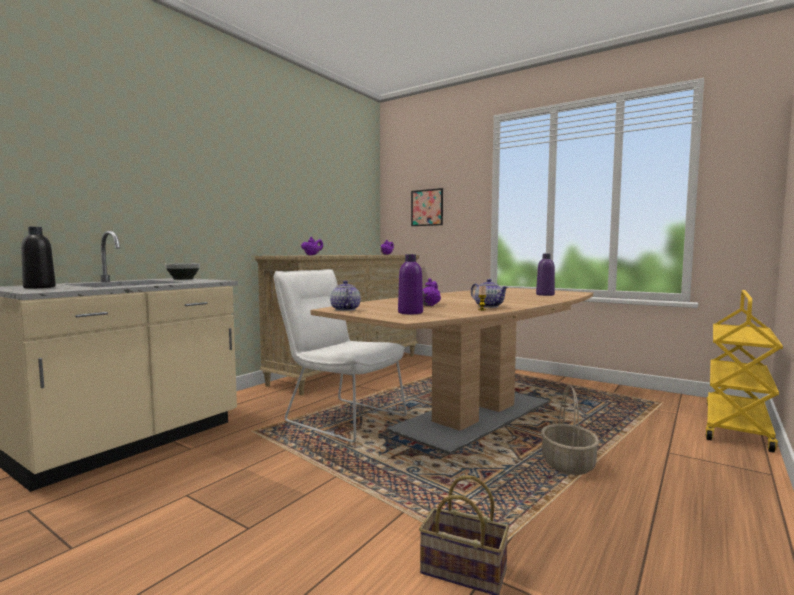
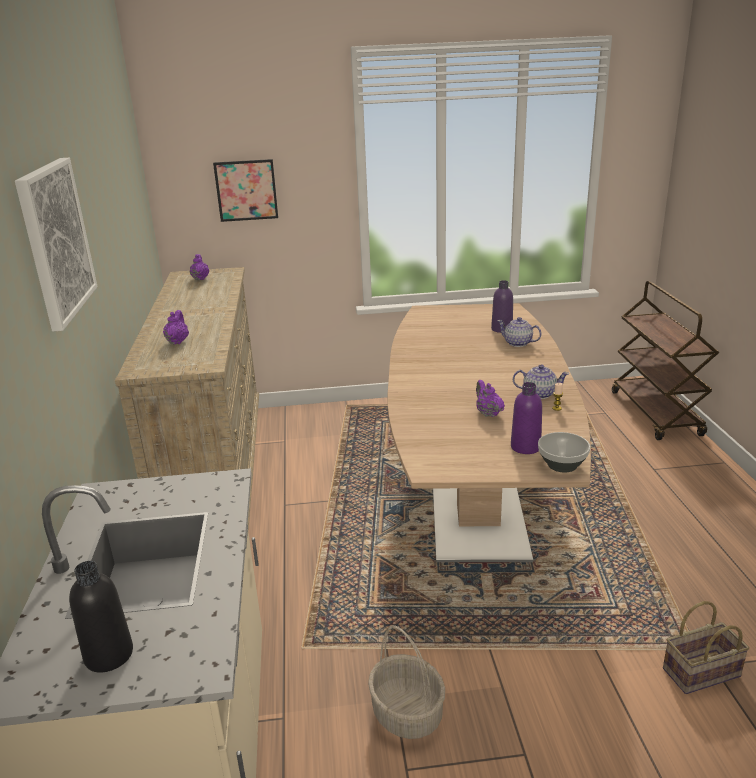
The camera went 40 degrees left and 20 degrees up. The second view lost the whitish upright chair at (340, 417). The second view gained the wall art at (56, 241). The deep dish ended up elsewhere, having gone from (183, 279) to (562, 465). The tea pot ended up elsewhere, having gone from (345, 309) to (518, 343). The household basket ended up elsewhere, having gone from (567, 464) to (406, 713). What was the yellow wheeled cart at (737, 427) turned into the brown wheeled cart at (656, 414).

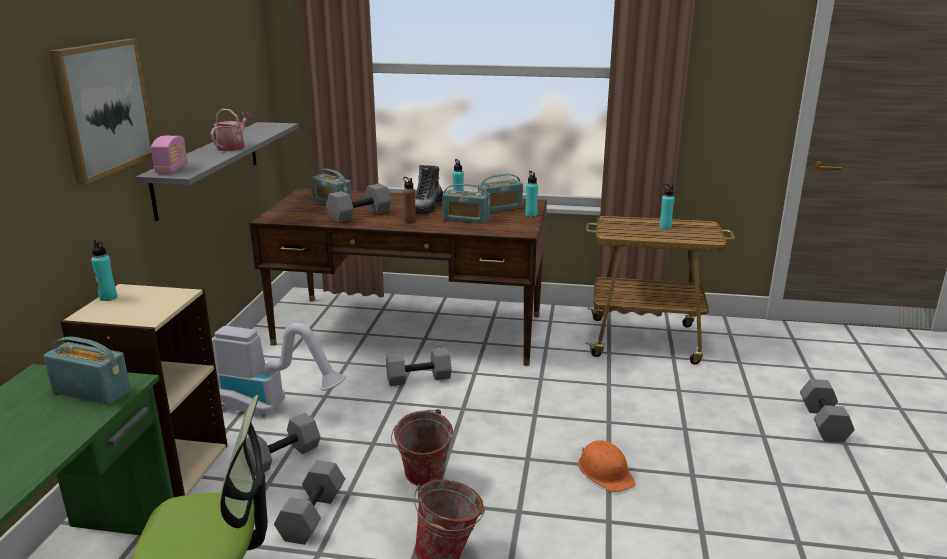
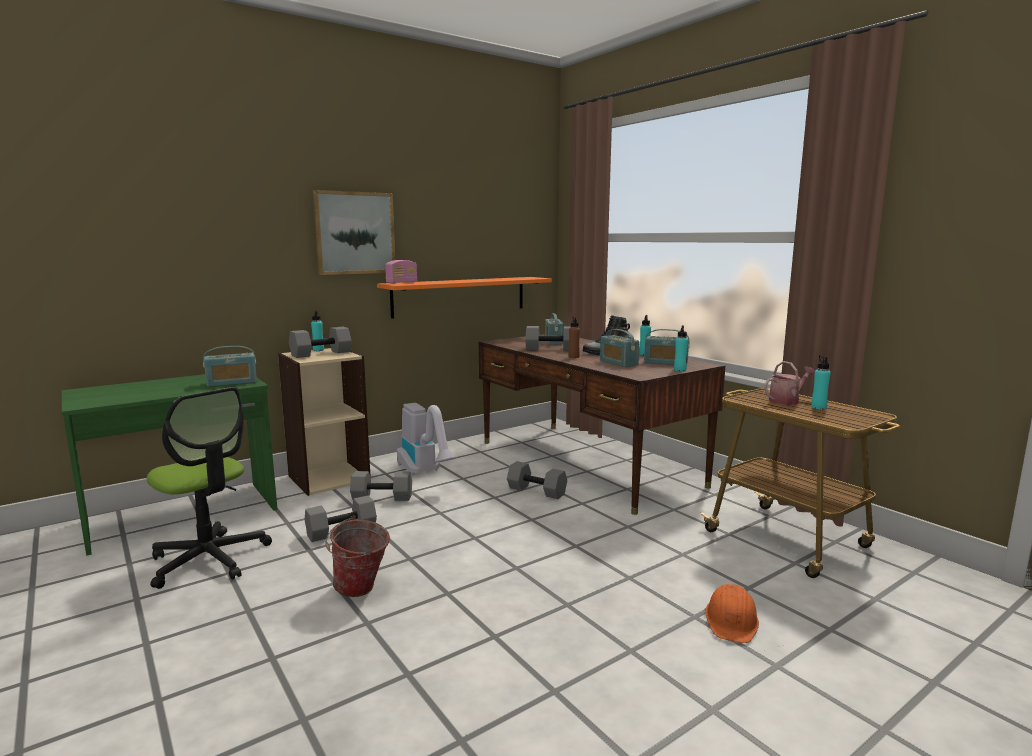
The camera went 45 degrees right and 10 degrees down. The second view lost the water bucket at (423, 481). The watering can ended up elsewhere, having gone from (233, 147) to (786, 401). The orangey work helmet ended up elsewhere, having gone from (605, 472) to (732, 621). The grey hand weight ended up elsewhere, having gone from (821, 422) to (321, 353). What was the grey wall shelf at (208, 167) turned into the orangey wall shelf at (460, 296). The radio at (92, 391) ended up facing another way, 90 degrees clockwise from before.

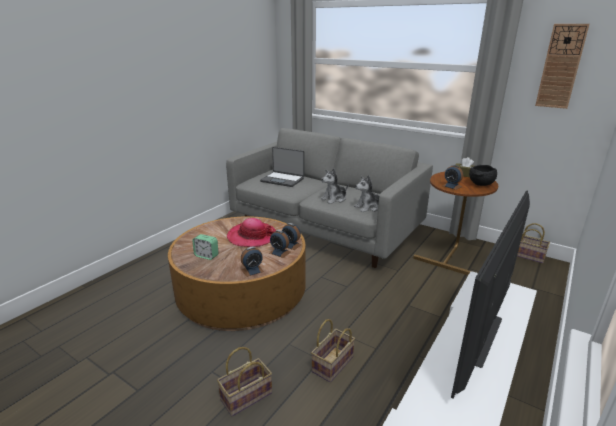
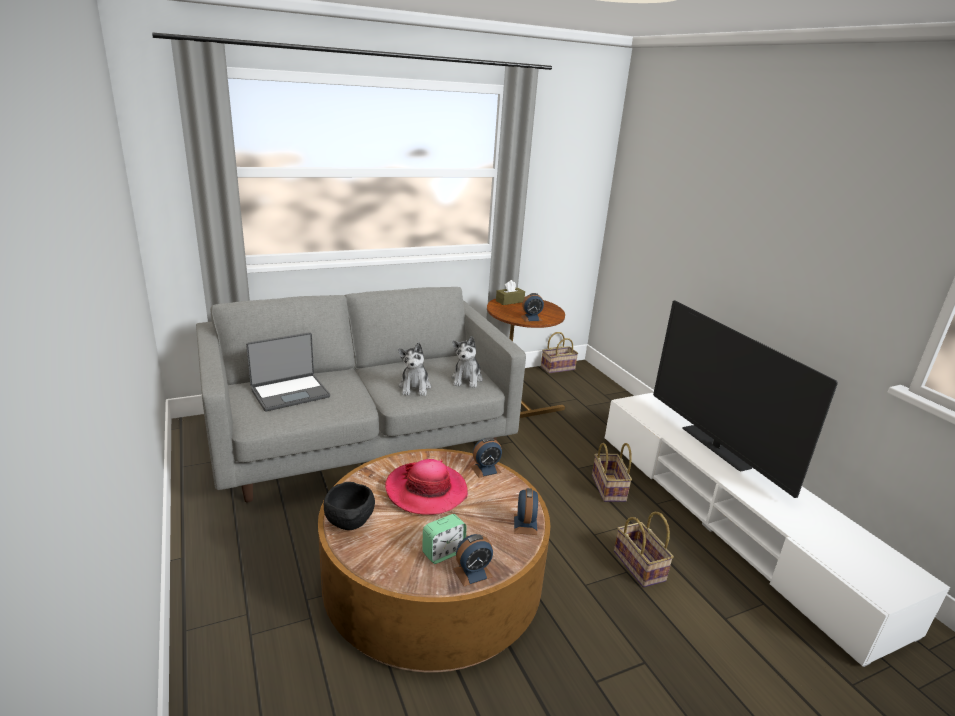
The camera went 60 degrees left and 0 degrees up. The second view lost the wall clock at (561, 67). The household basket ended up elsewhere, having gone from (245, 397) to (609, 488). The table clock ended up elsewhere, having gone from (280, 252) to (472, 573). The blackish deep dish ended up elsewhere, having gone from (480, 185) to (350, 523).

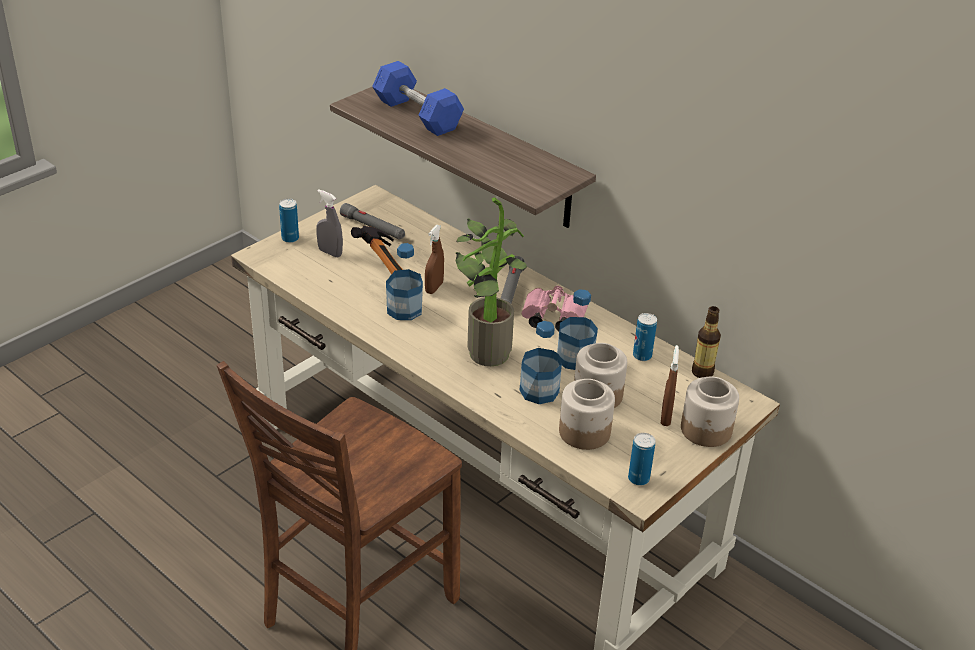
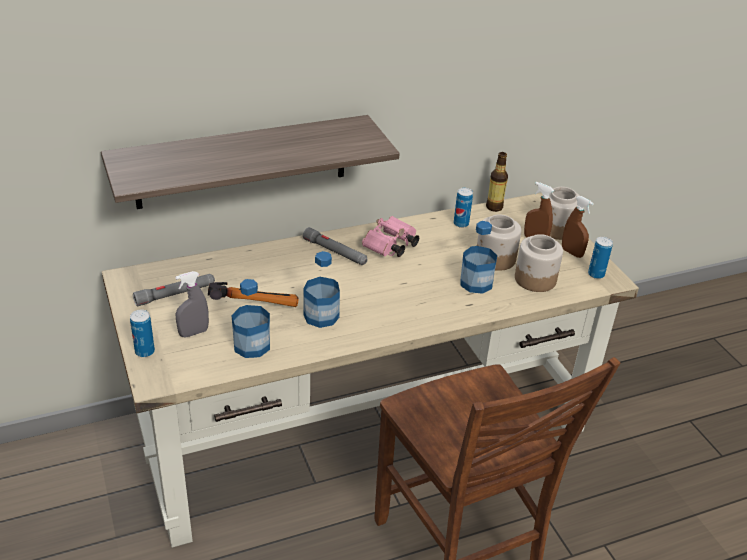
The camera went 65 degrees left and 0 degrees up. The second view lost the blue hand weight at (417, 115). The second view lost the potted plant at (484, 350). The brown hand sprayer ended up elsewhere, having gone from (434, 288) to (572, 252). The beverage bottle ended up elsewhere, having gone from (575, 358) to (252, 345).

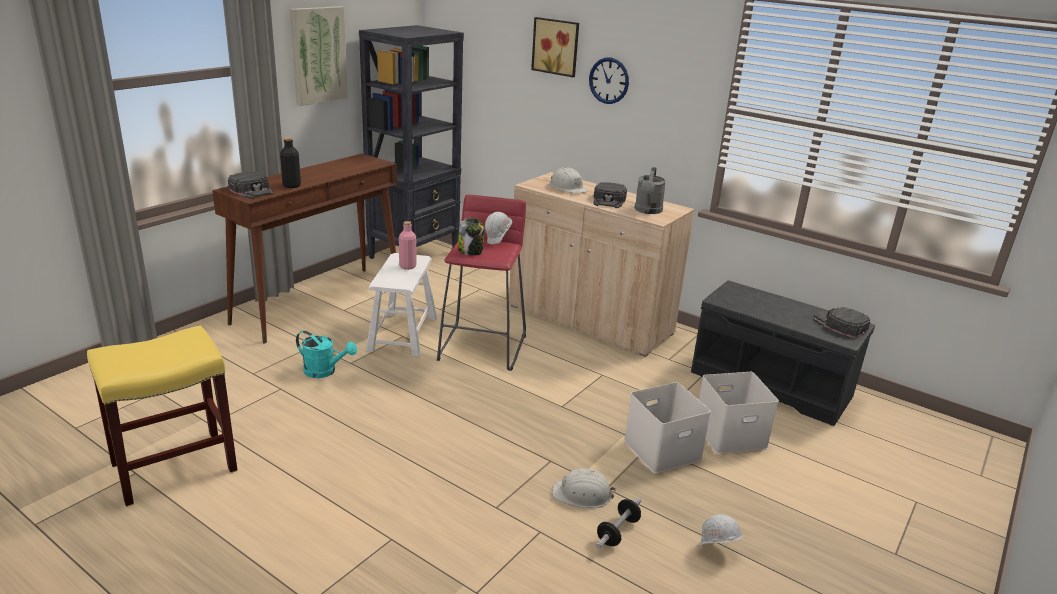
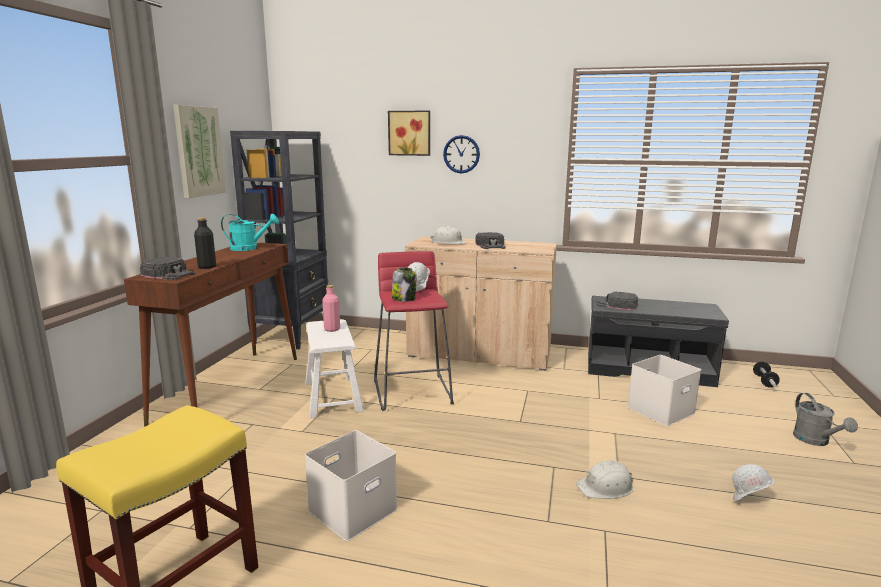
The camera went 20 degrees left and 10 degrees down. The blue-green watering can ended up elsewhere, having gone from (325, 371) to (249, 248). The hand weight ended up elsewhere, having gone from (618, 532) to (764, 381). The whitish storage container ended up elsewhere, having gone from (662, 449) to (353, 509). The grey watering can ended up elsewhere, having gone from (648, 211) to (815, 441). The blackish baseball cap ended up elsewhere, having gone from (840, 325) to (616, 305).

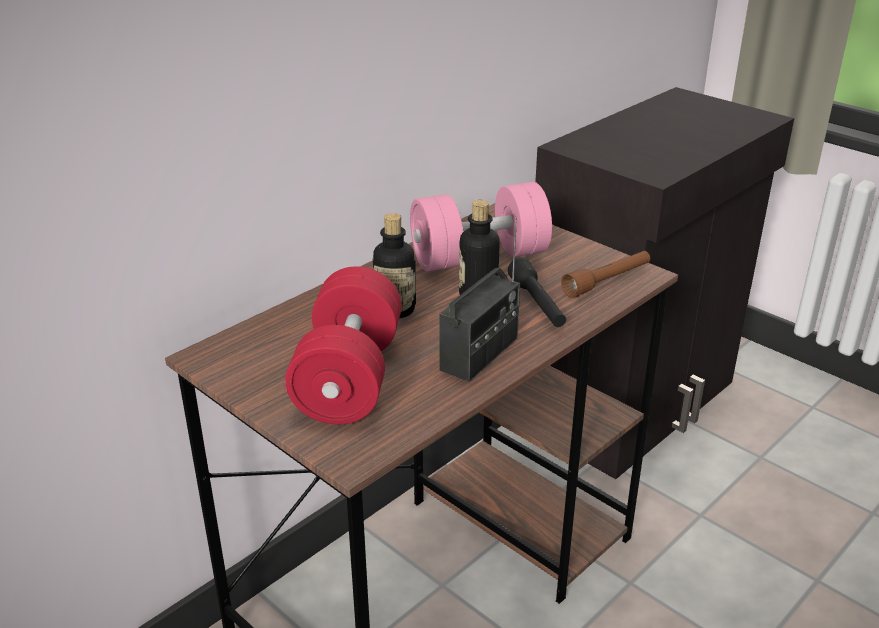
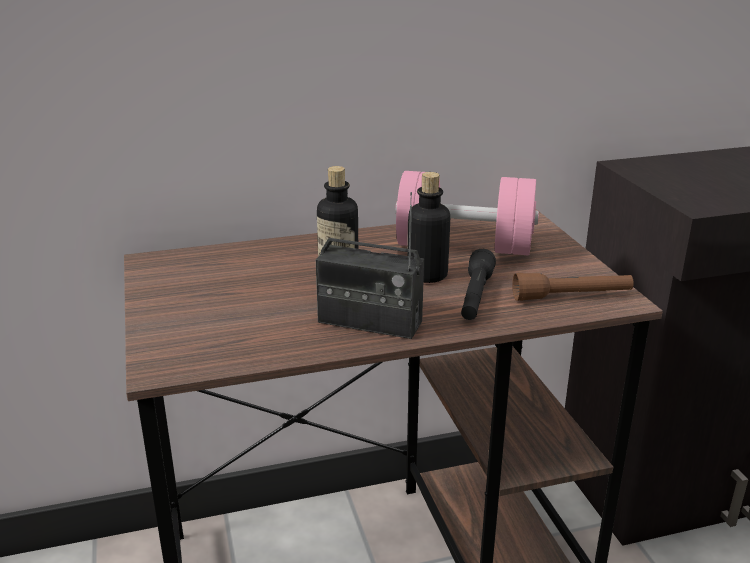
The camera went 30 degrees right and 5 degrees down. The second view lost the red hand weight at (349, 378). The radio at (480, 354) ended up facing another way, 45 degrees clockwise from before.

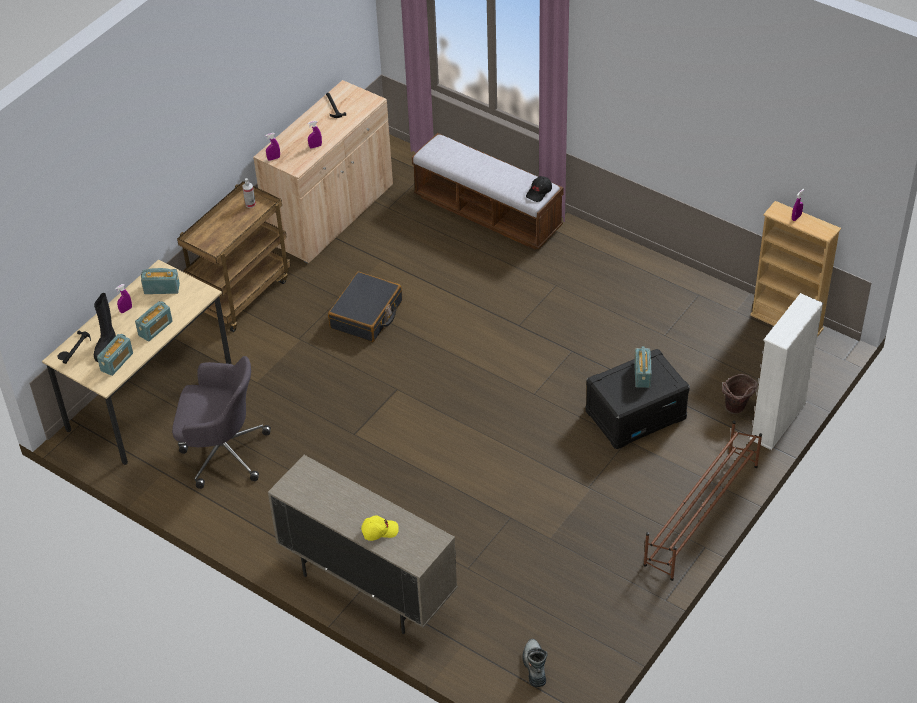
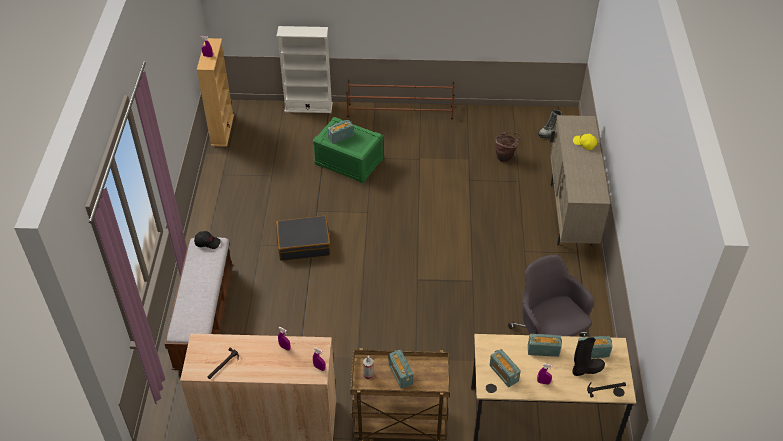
The camera went 125 degrees left and 0 degrees up. The second view gained the radio at (400, 374). The blackish travel case ended up elsewhere, having gone from (366, 315) to (304, 244). The brown water bucket ended up elsewhere, having gone from (736, 410) to (505, 157). What was the blackish storage container at (635, 414) turned into the greenish storage container at (348, 162).

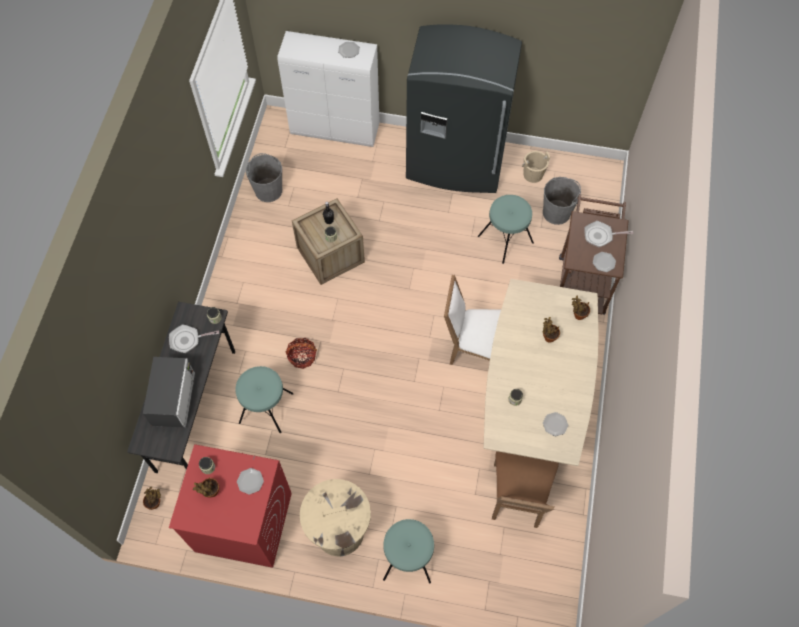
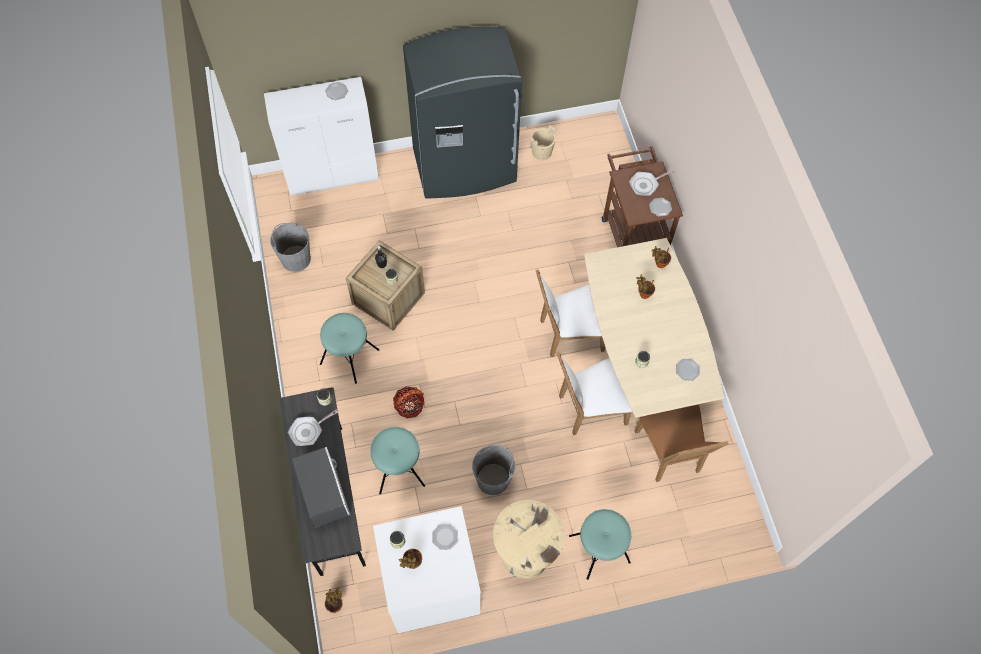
The camera went 25 degrees left and 0 degrees up. The second view gained the whitish upright chair at (588, 408). The blue-green stool ended up elsewhere, having gone from (505, 239) to (349, 356). The grey water bucket ended up elsewhere, having gone from (556, 212) to (493, 479). What was the red laundry machine at (243, 522) turned into the whitish laundry machine at (430, 585).

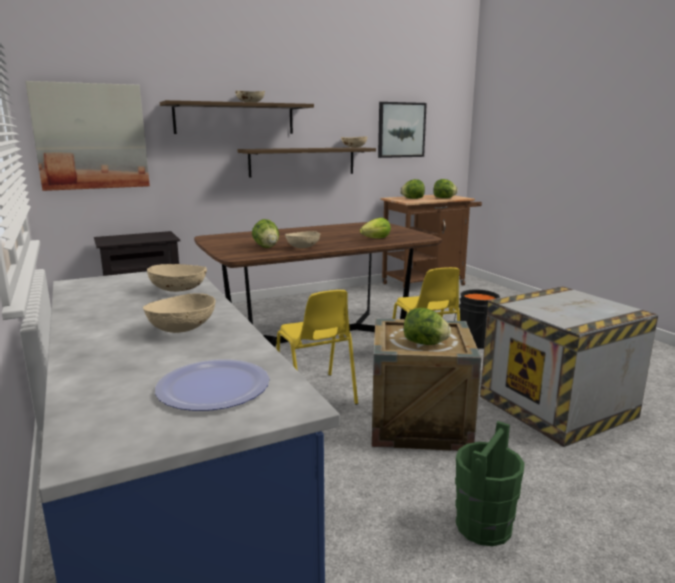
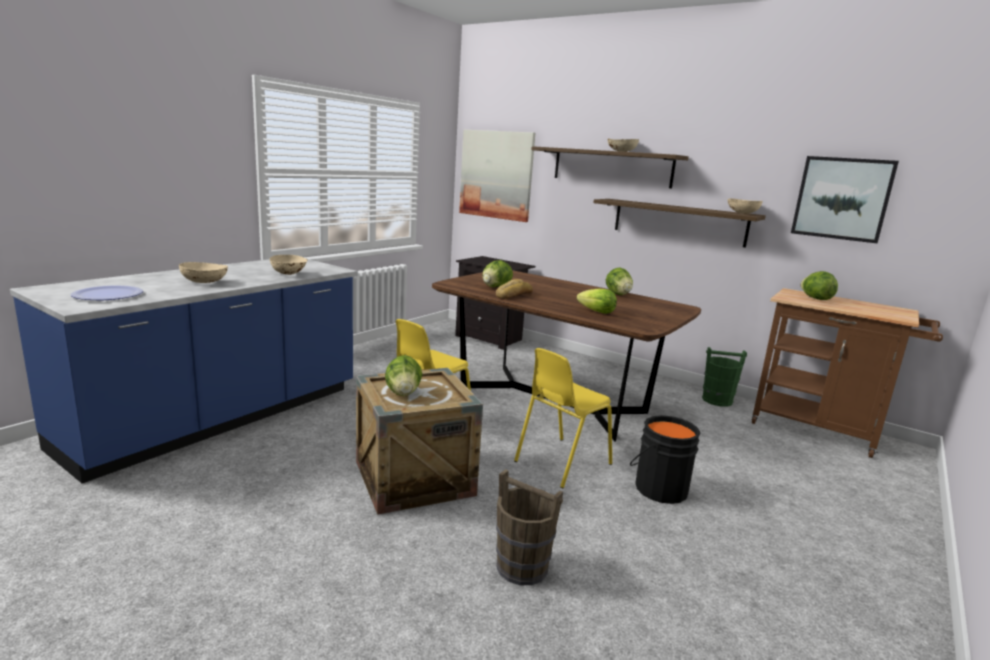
The camera went 60 degrees right and 0 degrees up. The lettuce ended up elsewhere, having gone from (444, 198) to (618, 294). The greenish water bucket ended up elsewhere, having gone from (484, 525) to (717, 400). Where the sand-coloured deep dish stood at (303, 247), the baked bread came to stand at (512, 295). Where the shipping crate stood at (558, 407), the brown water bucket came to stand at (522, 567).

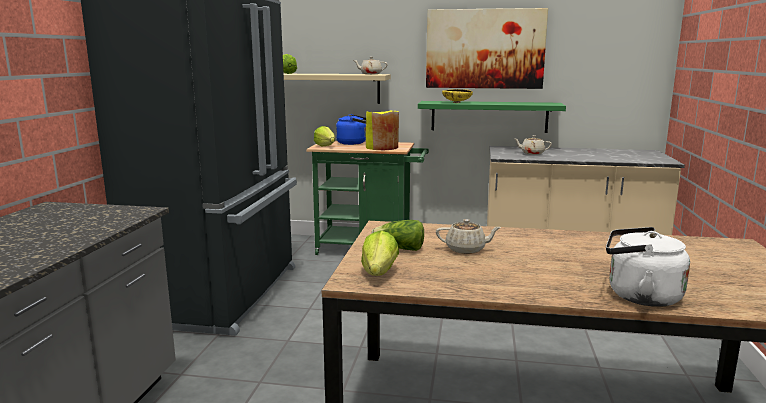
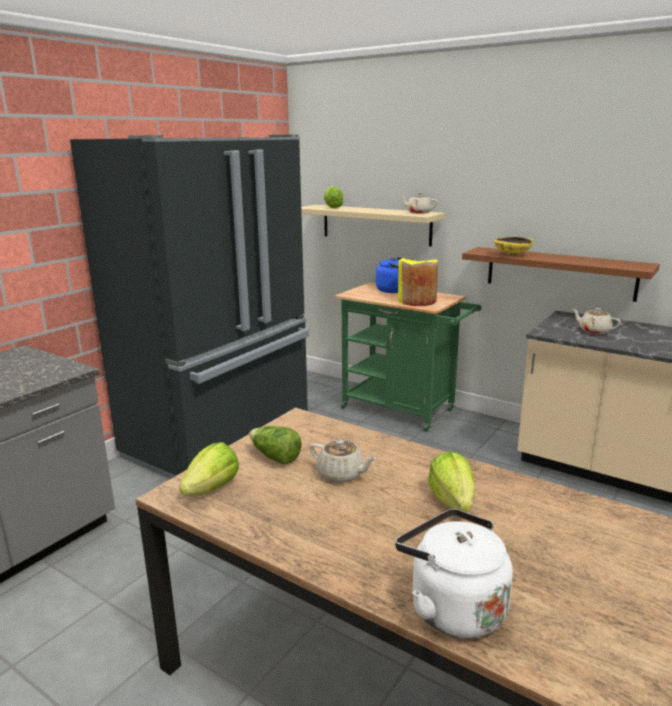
The camera went 25 degrees right and 5 degrees up. The second view lost the wall art at (485, 49). The lettuce ended up elsewhere, having gone from (325, 146) to (453, 501). What was the greenish wall shelf at (489, 116) turned into the brown wall shelf at (559, 273).

